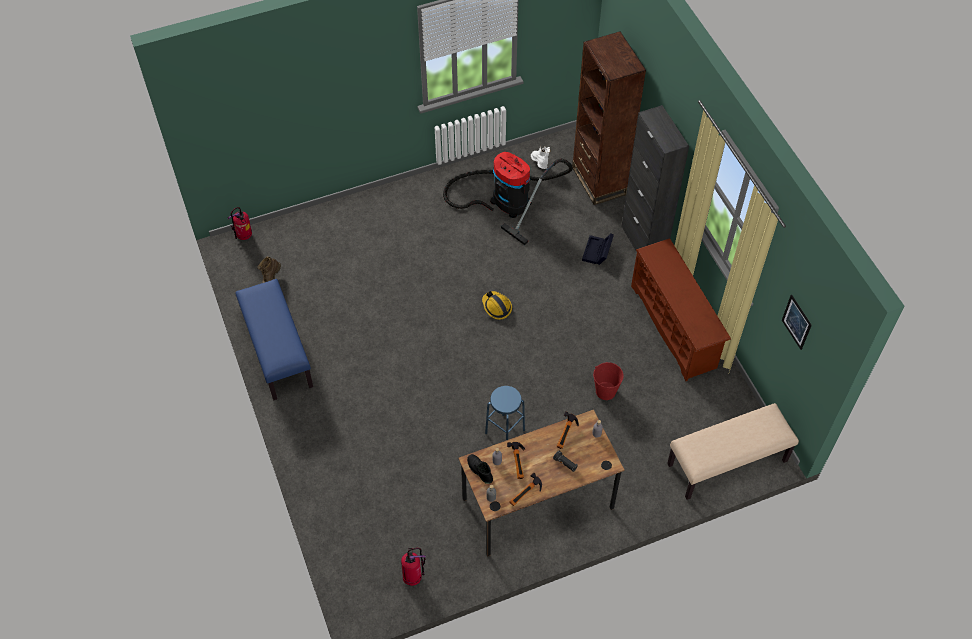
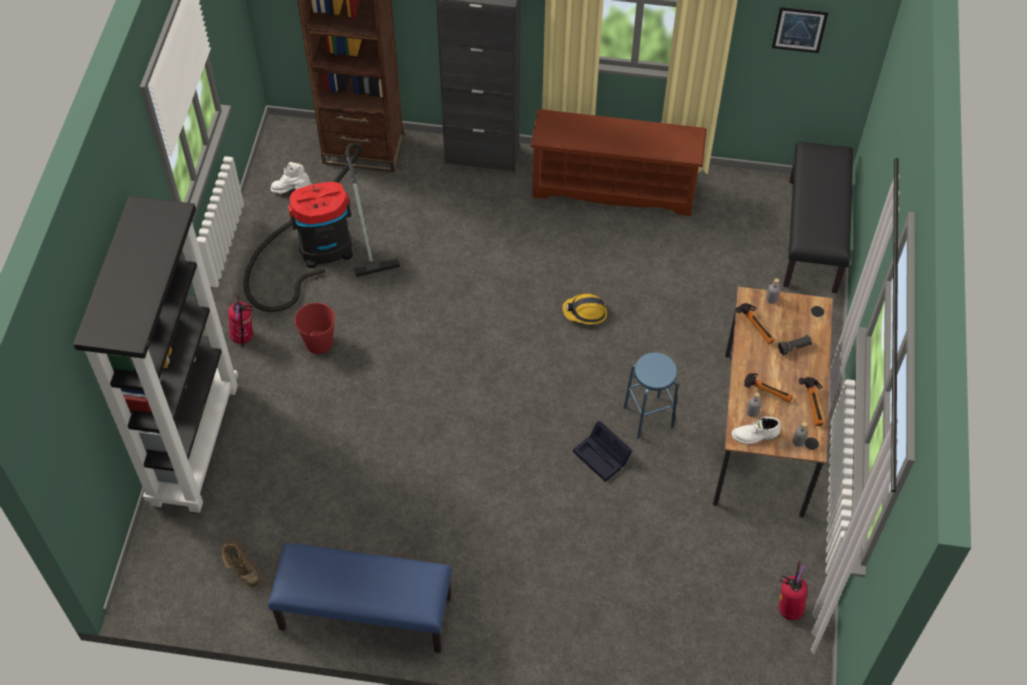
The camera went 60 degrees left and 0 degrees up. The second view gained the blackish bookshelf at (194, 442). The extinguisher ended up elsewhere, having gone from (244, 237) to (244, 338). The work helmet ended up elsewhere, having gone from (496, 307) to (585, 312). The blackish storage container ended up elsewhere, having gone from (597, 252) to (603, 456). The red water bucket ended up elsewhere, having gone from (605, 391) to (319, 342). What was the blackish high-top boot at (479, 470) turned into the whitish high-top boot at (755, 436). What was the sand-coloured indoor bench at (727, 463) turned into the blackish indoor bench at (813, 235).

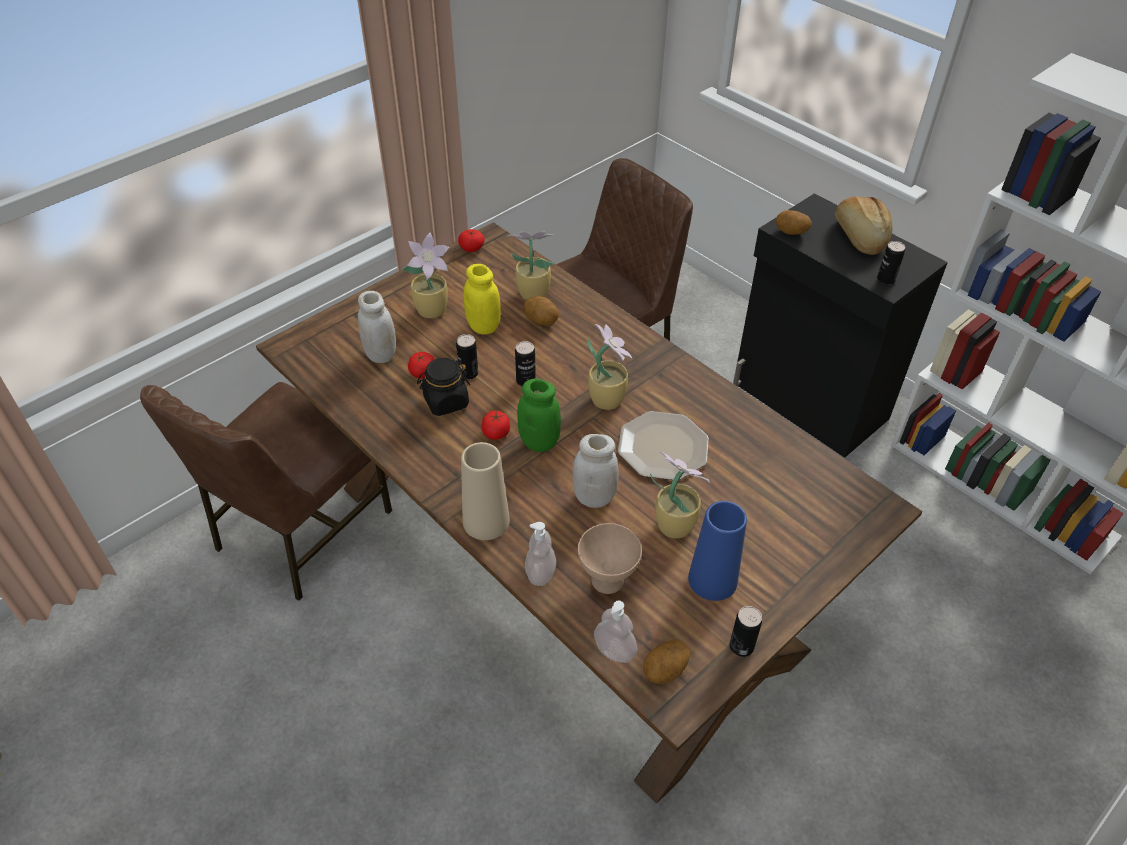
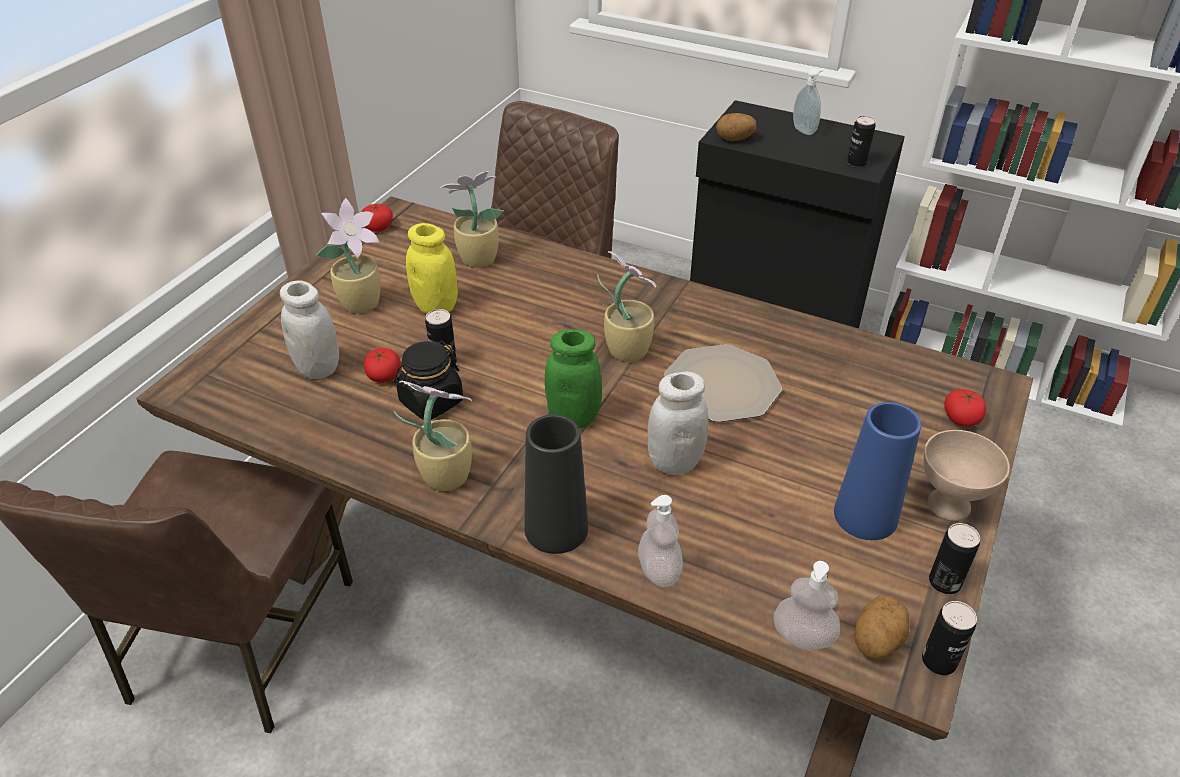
The camera went 20 degrees left and 5 degrees down. The second view lost the potato at (541, 321). The whole tomato ended up elsewhere, having gone from (496, 432) to (961, 418). The metal can ended up elsewhere, having gone from (525, 380) to (939, 661). The sand-coloured deep dish ended up elsewhere, having gone from (607, 579) to (947, 504). The potted plant ended up elsewhere, having gone from (673, 524) to (444, 475). Where the baked bread stood at (859, 237), the soap dispenser came to stand at (805, 130). What was the sand-coloured vase at (486, 521) turned into the blackish vase at (556, 528).

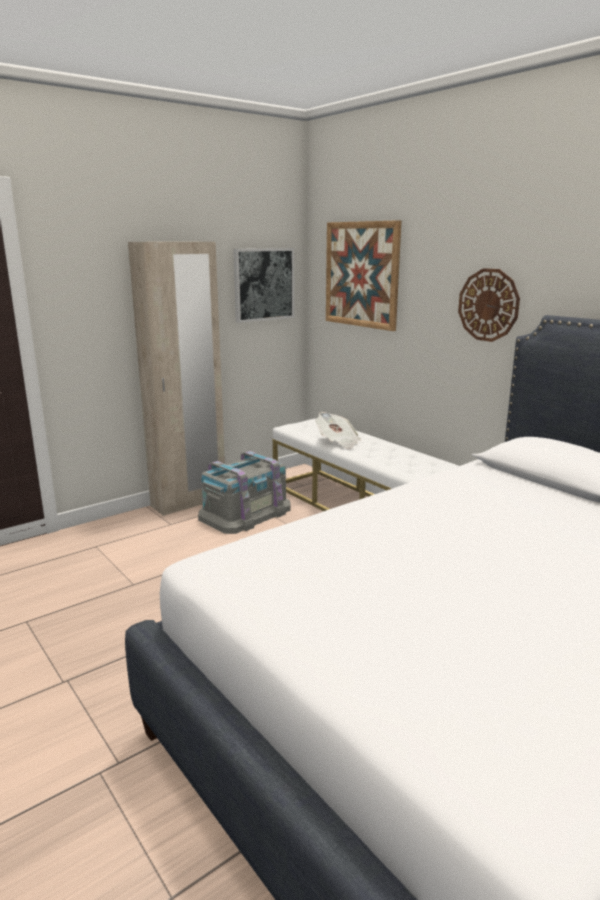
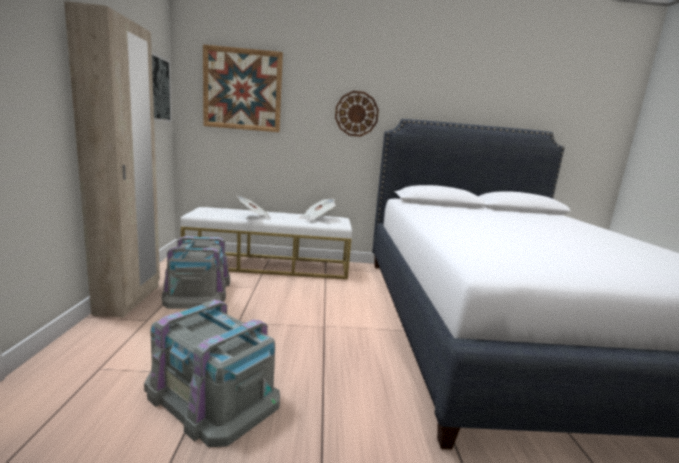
The camera went 55 degrees left and 5 degrees down. The second view gained the grey storage container at (213, 394). The second view gained the newspaper at (317, 218).

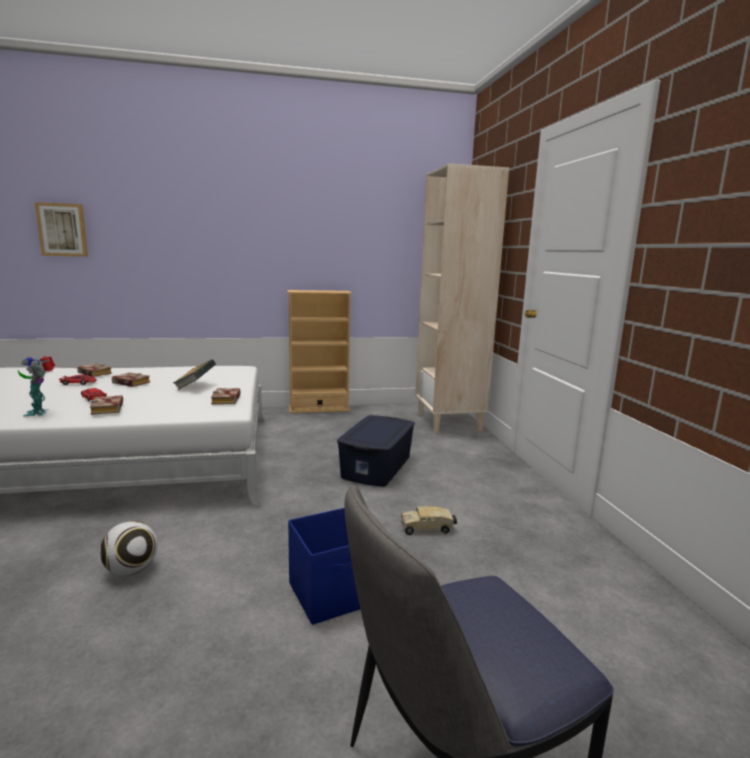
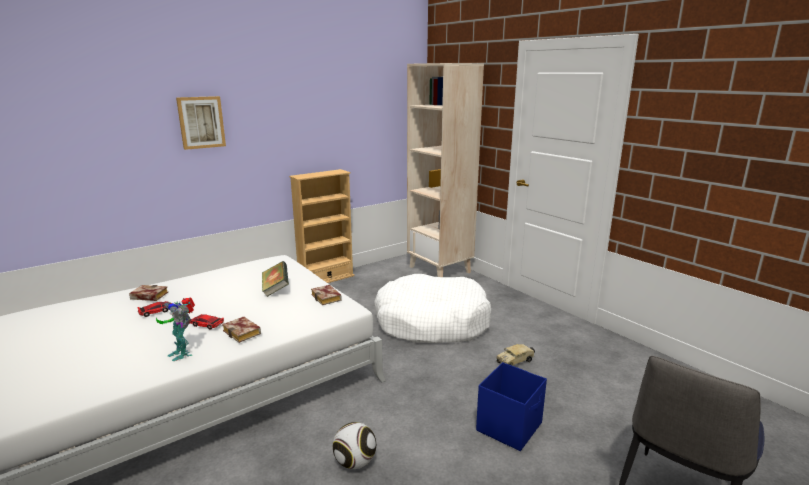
The camera went 25 degrees left and 5 degrees up. The second view lost the book at (129, 383). The wall art ended up elsewhere, having gone from (62, 230) to (201, 122). Where the blue storage container stood at (377, 466), the whitish dog cushion came to stand at (431, 322).

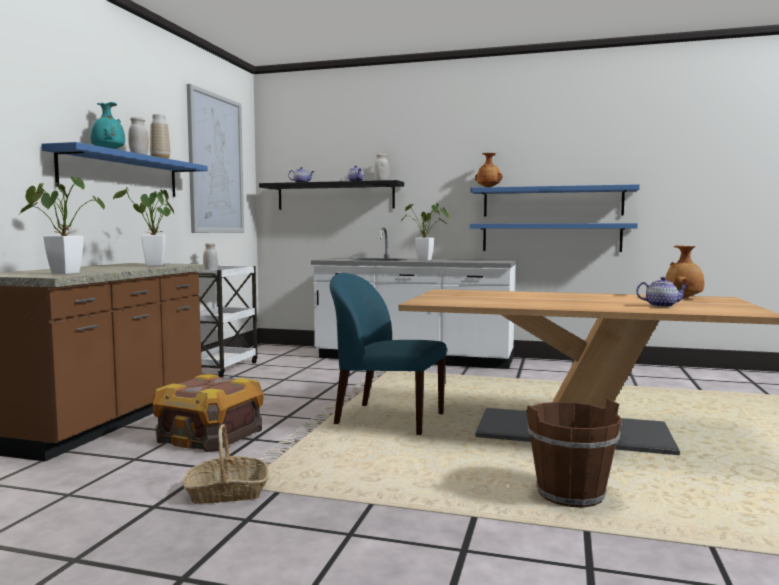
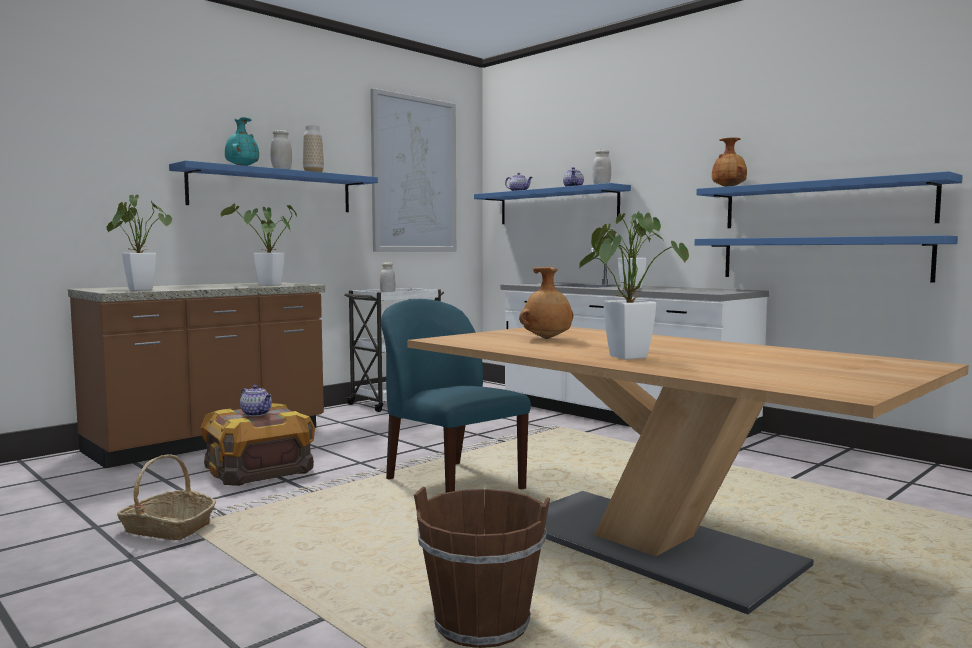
The camera went 30 degrees right and 0 degrees up. The second view gained the potted plant at (623, 356). The tea pot ended up elsewhere, having gone from (662, 305) to (257, 414). The brown vase ended up elsewhere, having gone from (684, 298) to (547, 339). What was the blackish wall shelf at (335, 196) turned into the blue wall shelf at (557, 206).

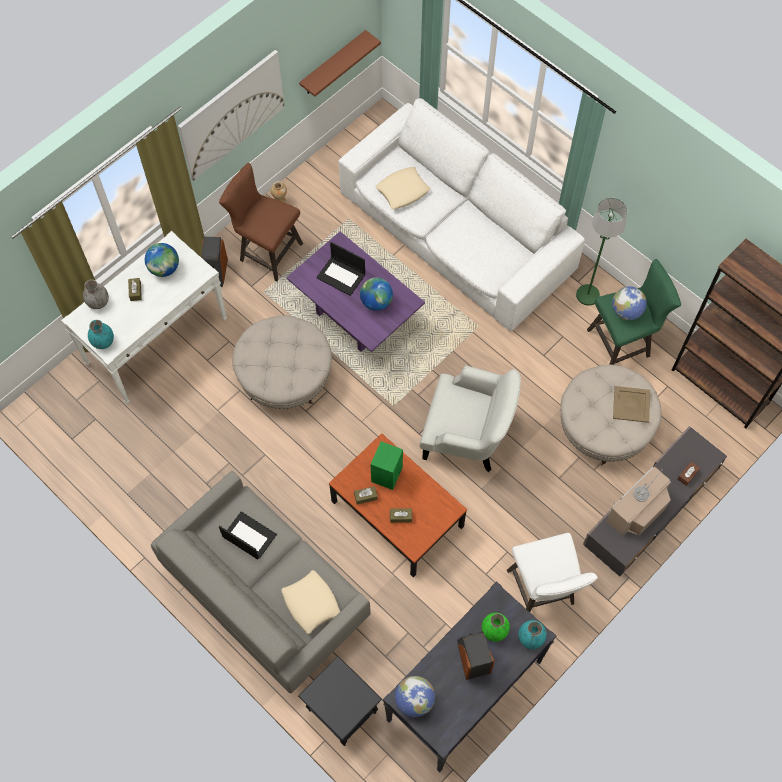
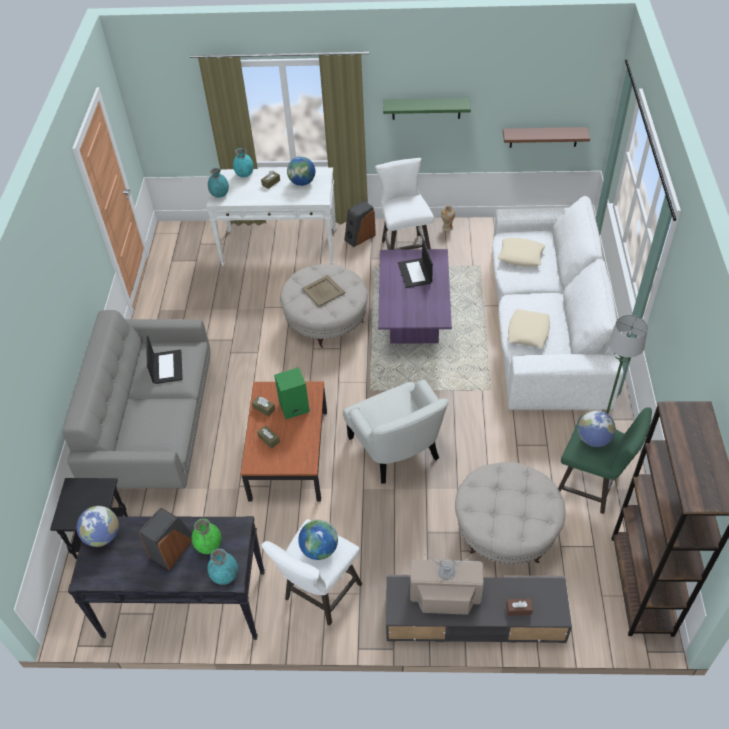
The camera went 50 degrees right and 15 degrees down. The sand-coloured throw pillow ended up elsewhere, having gone from (311, 603) to (528, 332). The world globe ended up elsewhere, having gone from (376, 302) to (319, 549). The sand-coloured serving tray ended up elsewhere, having gone from (631, 404) to (323, 290). Where the wall art hung at (232, 115), the greenish wall shelf came to hang at (426, 108). What was the grey vase at (98, 302) turned into the blue-green vase at (244, 174). What was the brown stool at (266, 251) turned into the whitish stool at (404, 247).

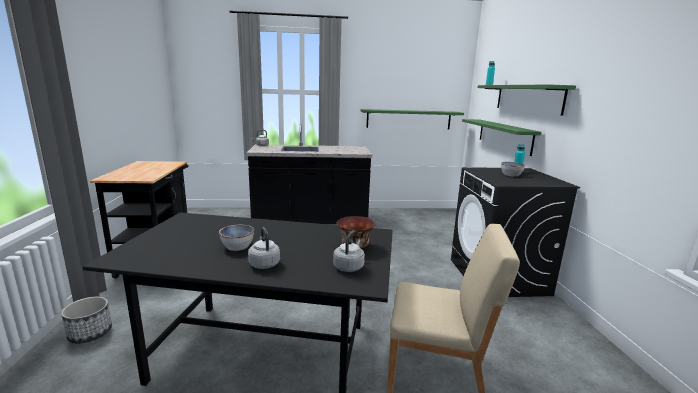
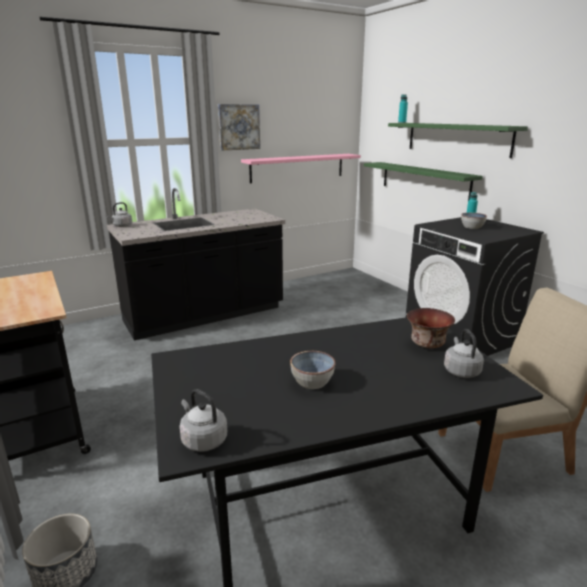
The camera went 25 degrees left and 5 degrees up. The second view gained the wall art at (239, 127). The grey kettle ended up elsewhere, having gone from (264, 263) to (203, 440). What was the greenish wall shelf at (408, 119) turned into the pink-coloured wall shelf at (297, 167).

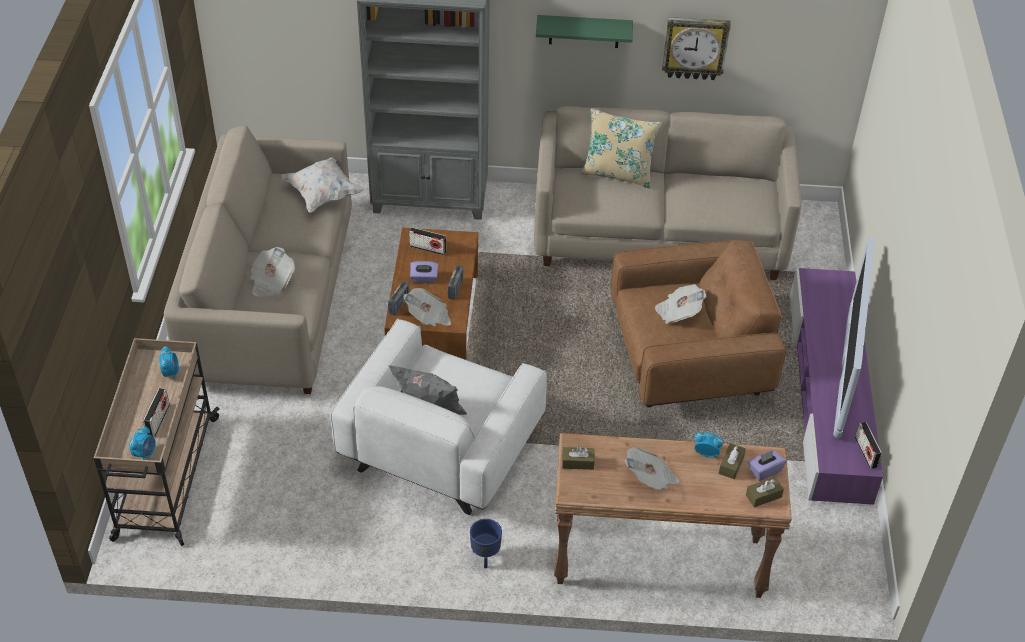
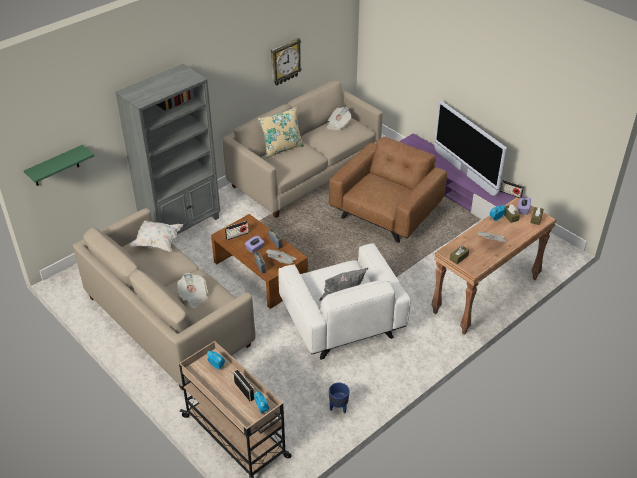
The camera went 45 degrees left and 5 degrees down. The blue plant pot ended up elsewhere, having gone from (485, 556) to (338, 407). The greenish wall shelf ended up elsewhere, having gone from (584, 31) to (55, 166). The newspaper ended up elsewhere, having gone from (678, 312) to (338, 125).

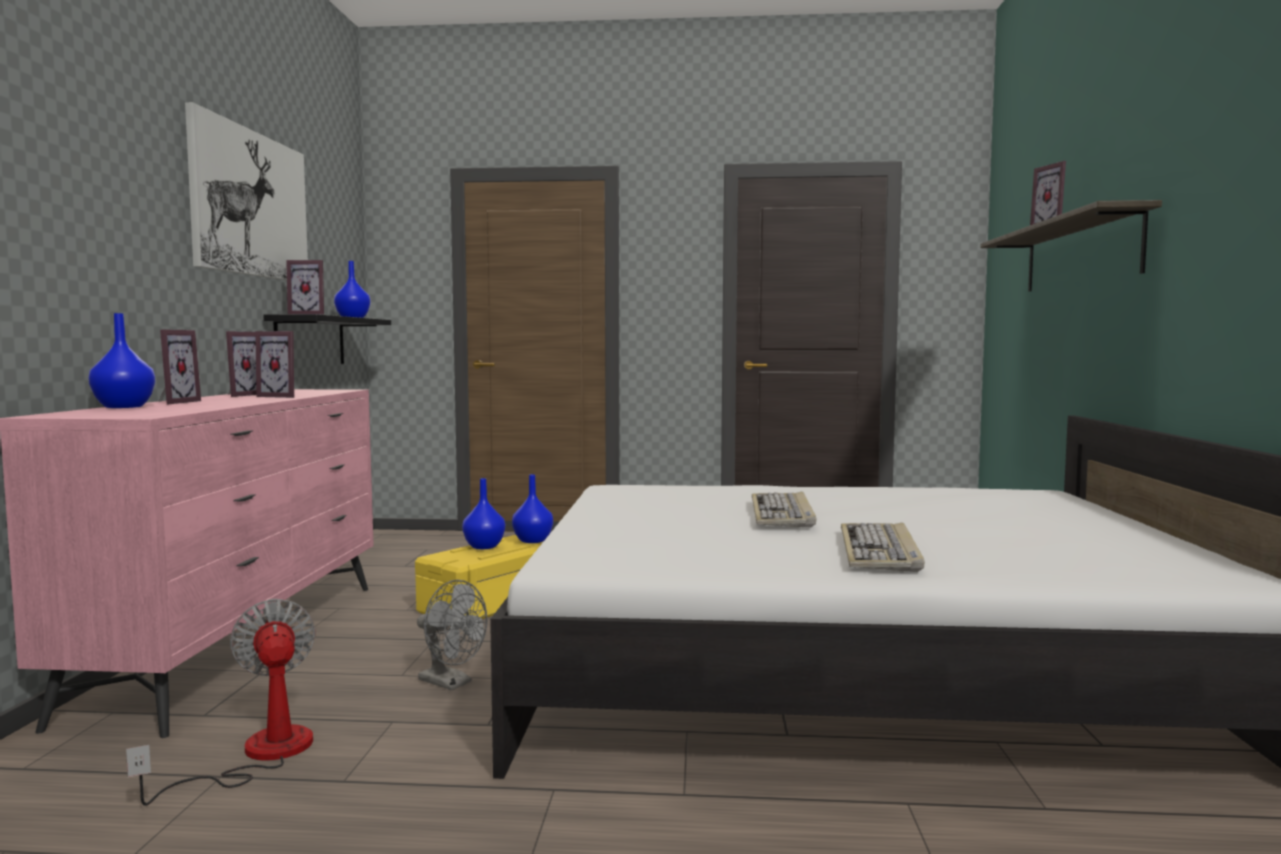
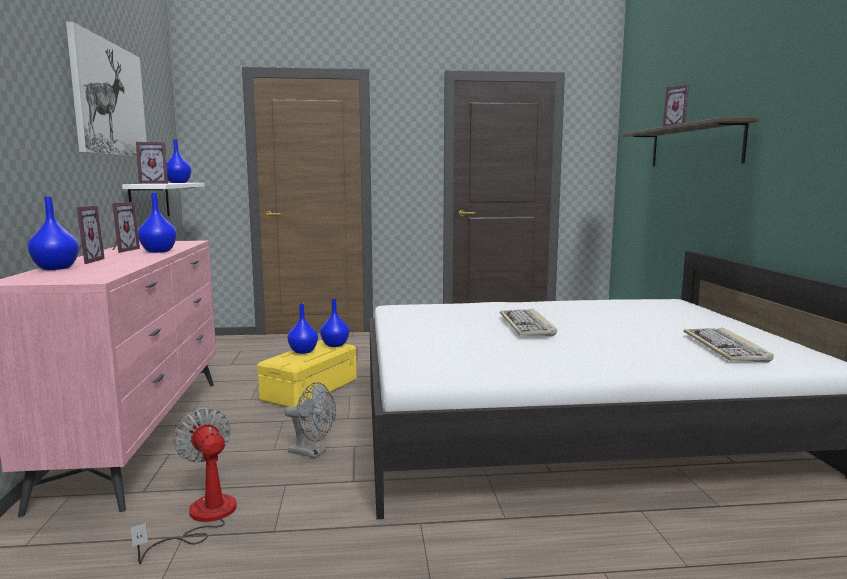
The camera went 10 degrees left and 5 degrees up. The computer keyboard ended up elsewhere, having gone from (880, 551) to (726, 348). Where the picture frame stood at (283, 396), the blue vase came to stand at (159, 251). What was the blackish wall shelf at (310, 341) turned into the whitish wall shelf at (150, 201).

